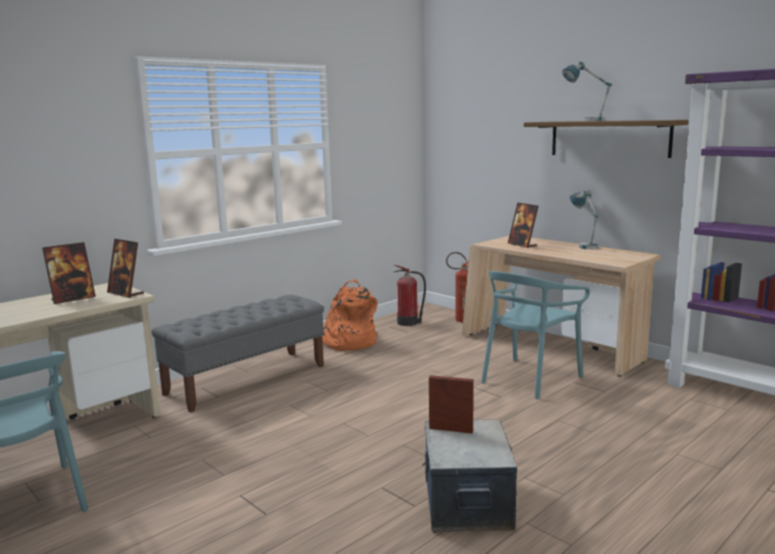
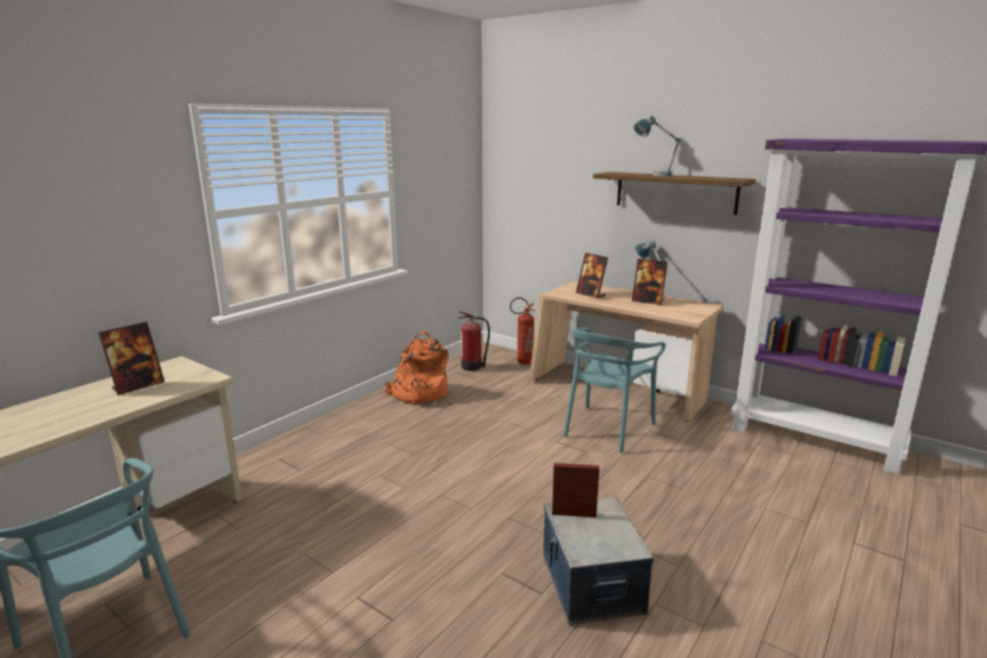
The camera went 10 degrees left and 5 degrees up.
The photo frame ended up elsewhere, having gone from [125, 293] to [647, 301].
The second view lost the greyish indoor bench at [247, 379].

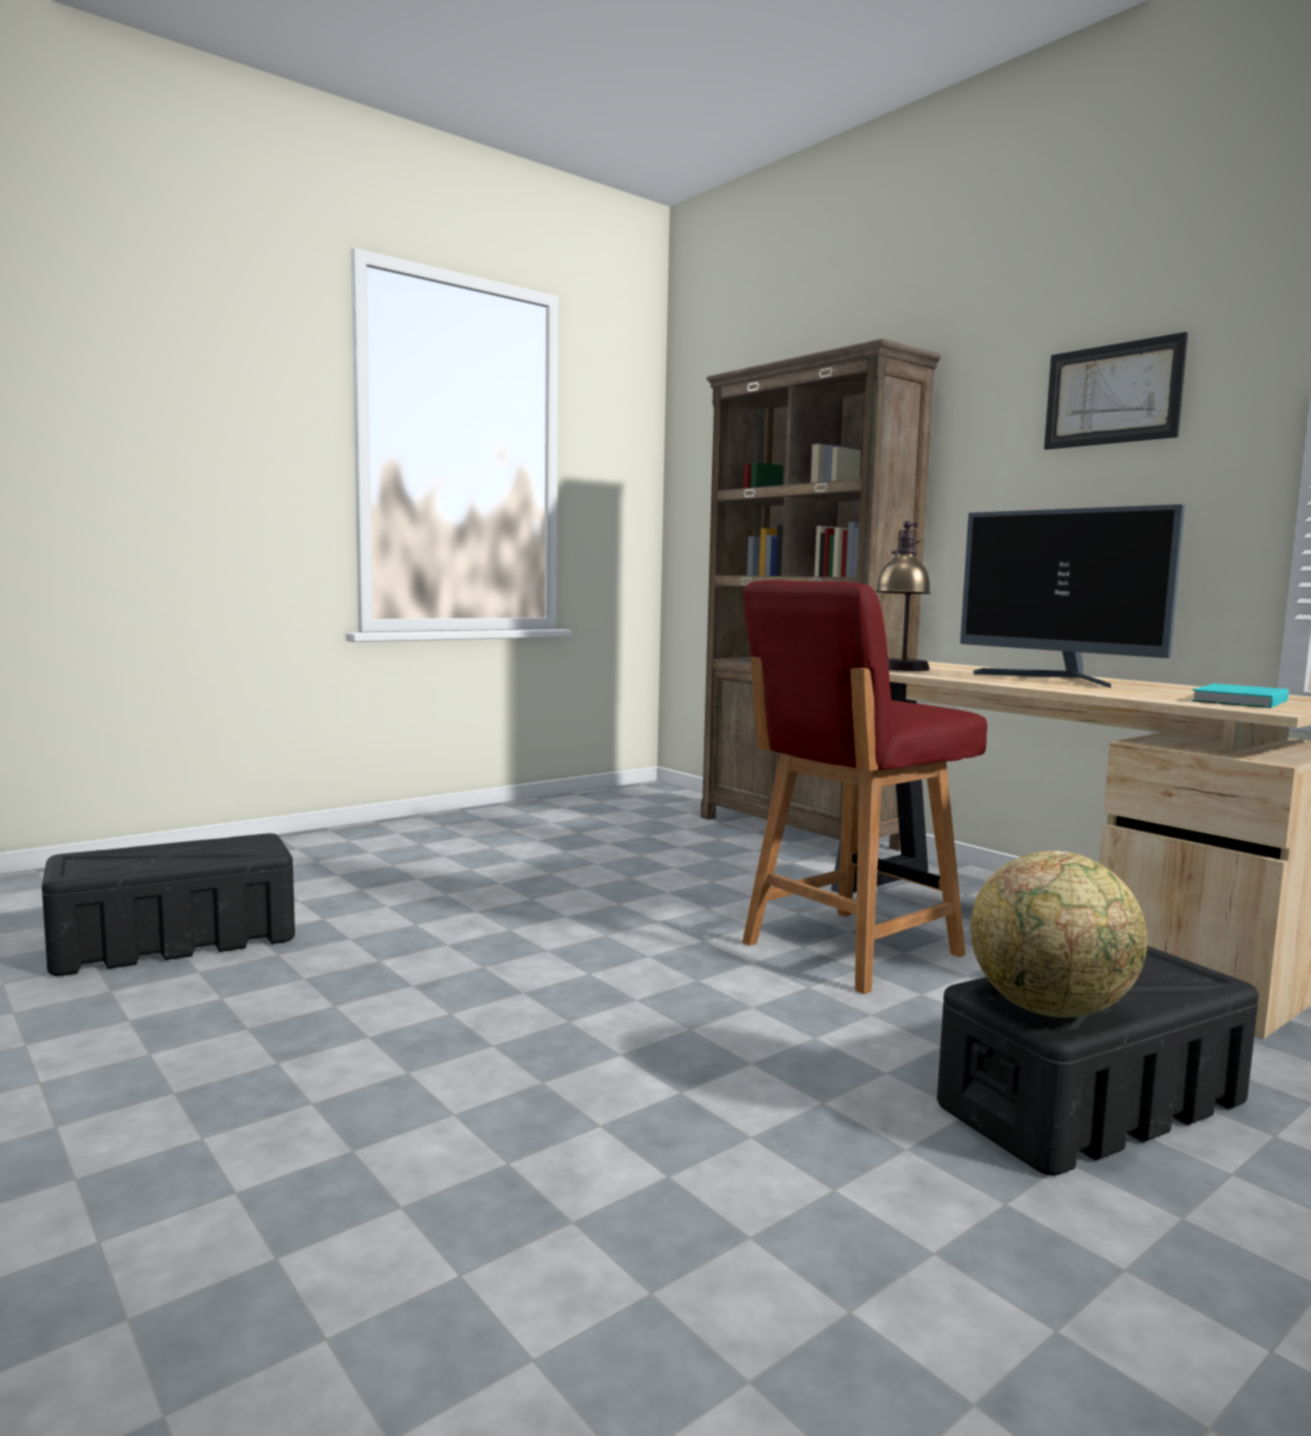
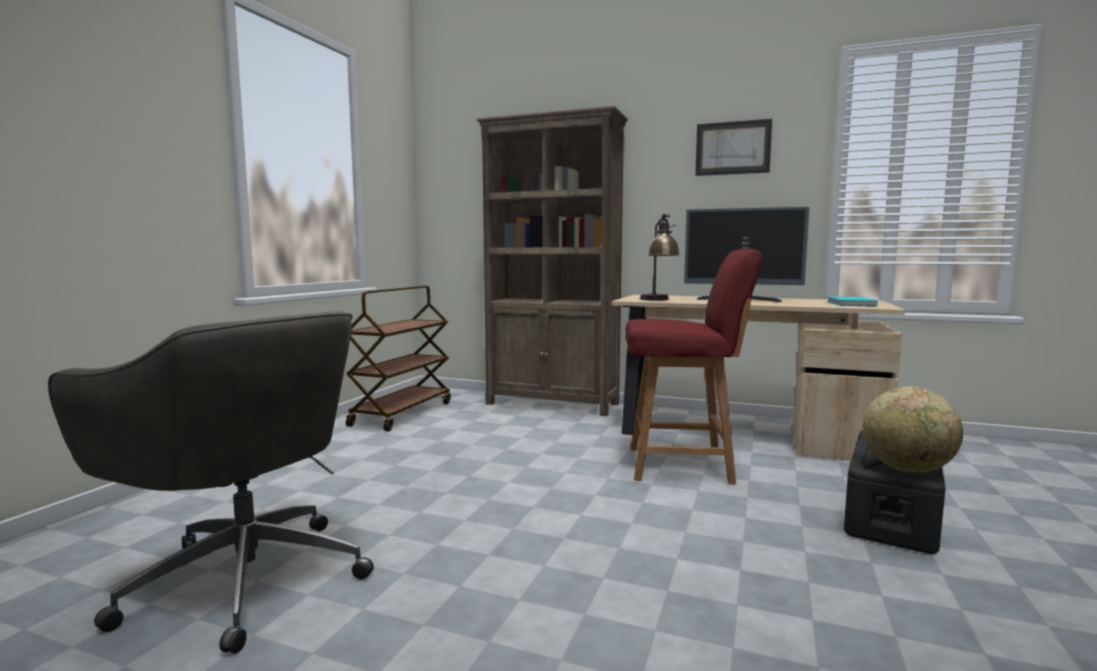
The camera went 30 degrees left and 0 degrees up.
Where the blackish storage container stood at [173, 942], the greyish office chair came to stand at [244, 577].
The second view gained the brownish wheeled cart at [402, 413].
The reddish chair at [848, 950] ended up facing another way, 105 degrees counterclockwise from before.

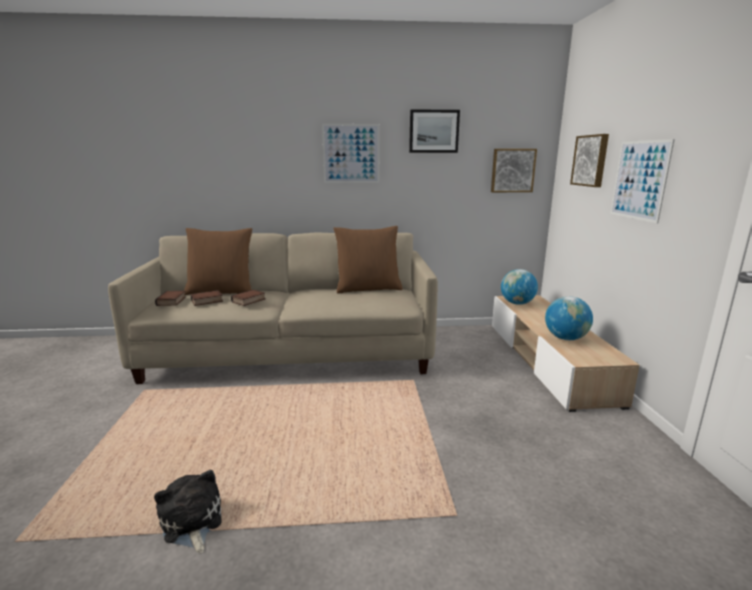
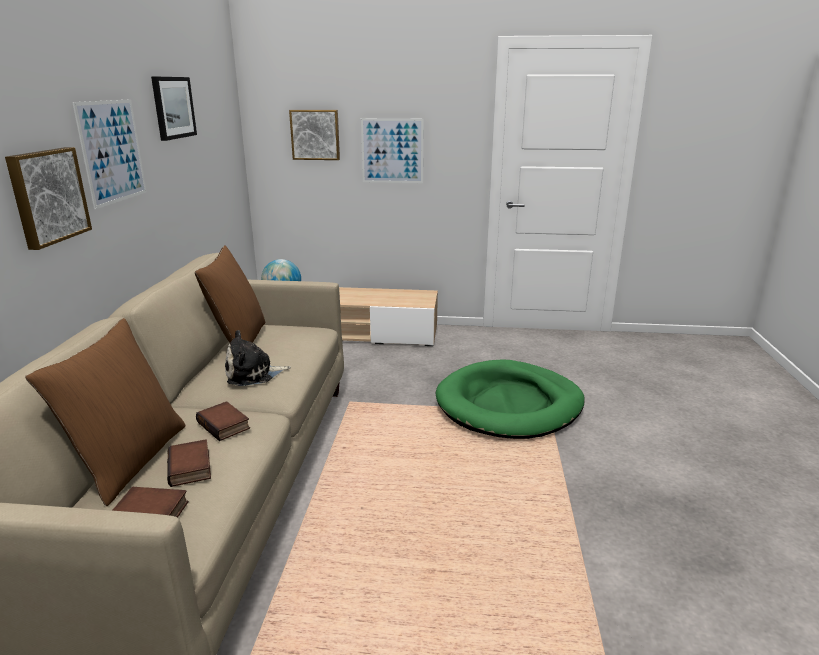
The camera went 80 degrees left and 5 degrees up.
The wall art ended up elsewhere, having gone from [512, 170] to [47, 196].
The plush toy ended up elsewhere, having gone from [191, 522] to [253, 374].
The second view gained the greenish dog cushion at [509, 404].
The second view lost the globe at [565, 338].

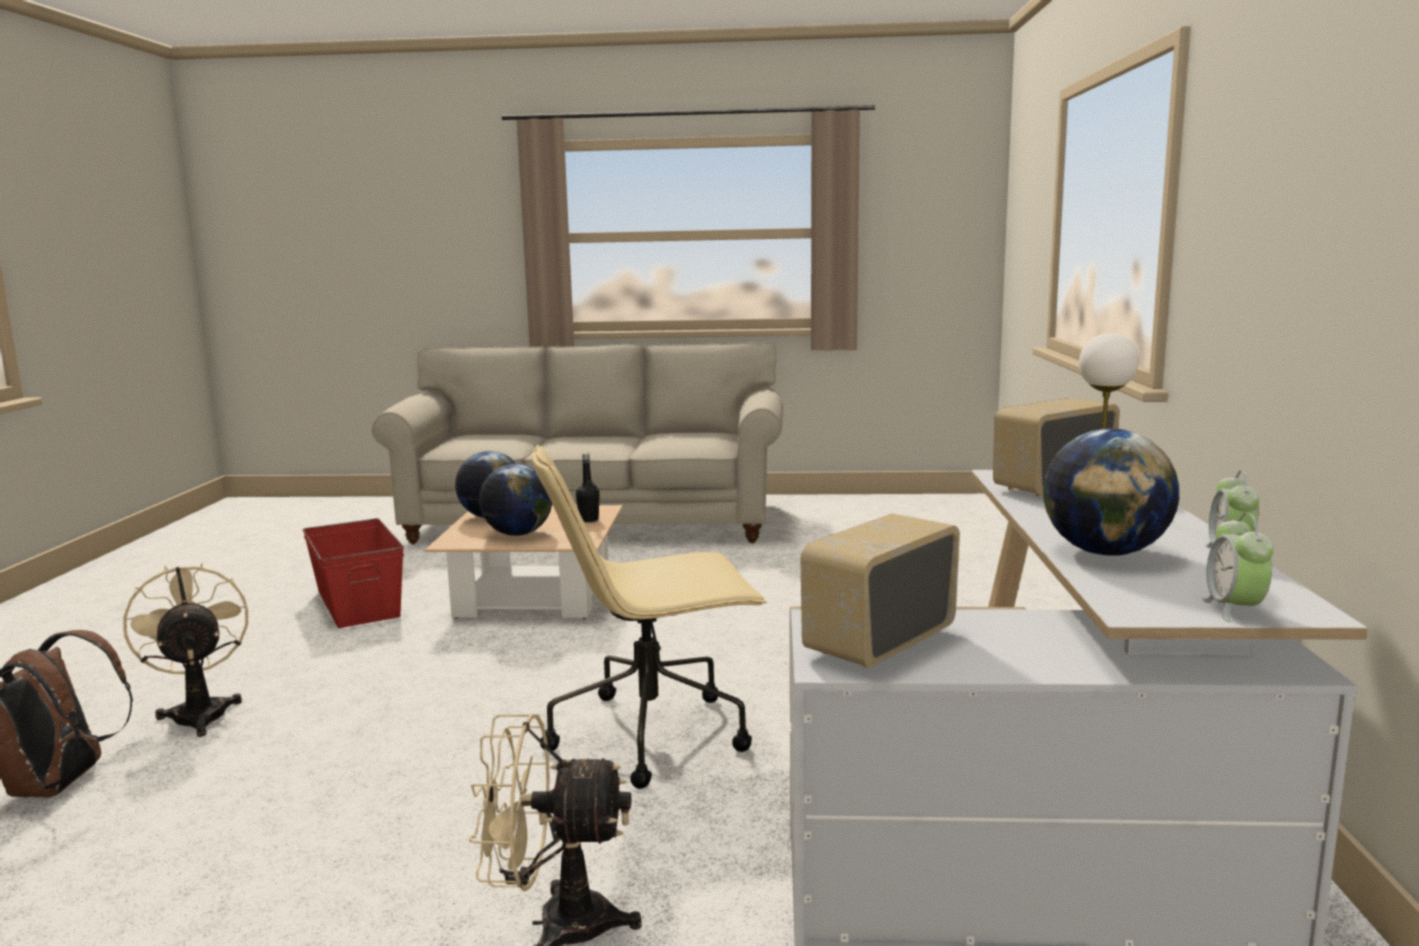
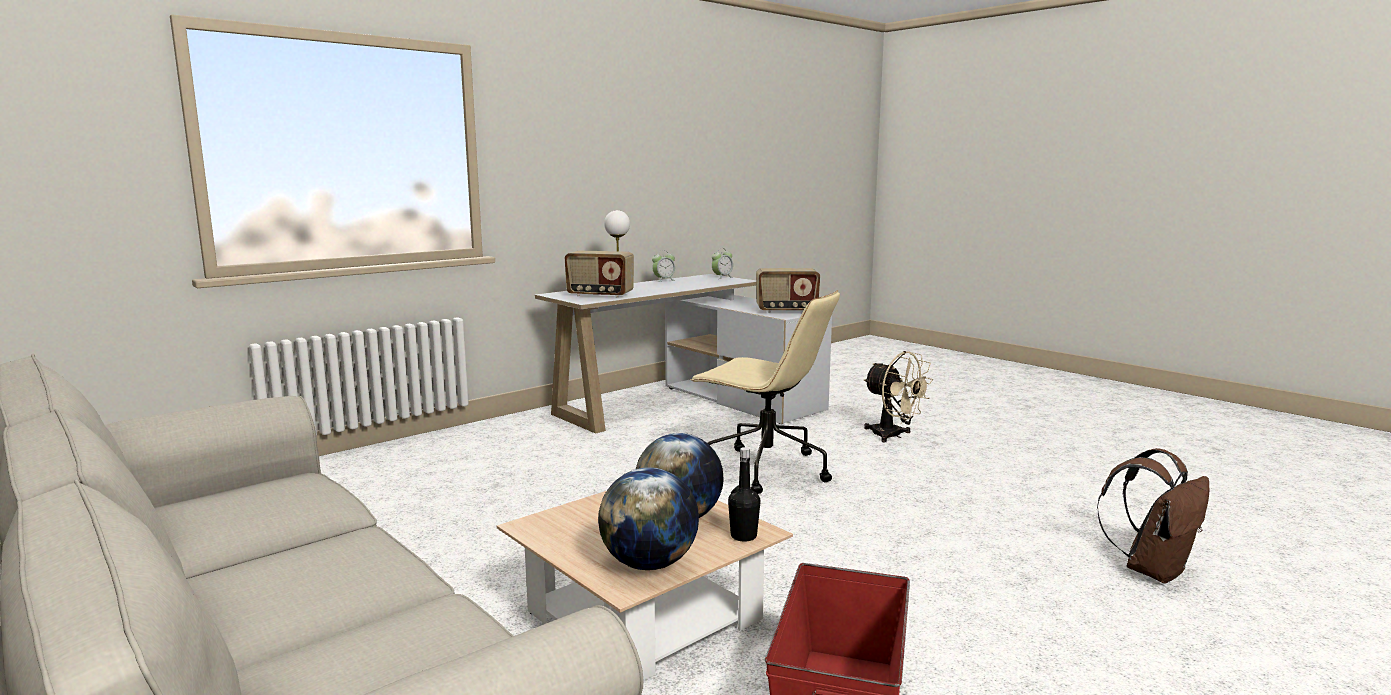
The camera went 135 degrees left and 0 degrees up.
The blackish bottle ended up elsewhere, having gone from [588, 520] to [743, 536].
The second view lost the beige-coloured cooling fan at [200, 712].
The second view lost the globe at [1105, 552].

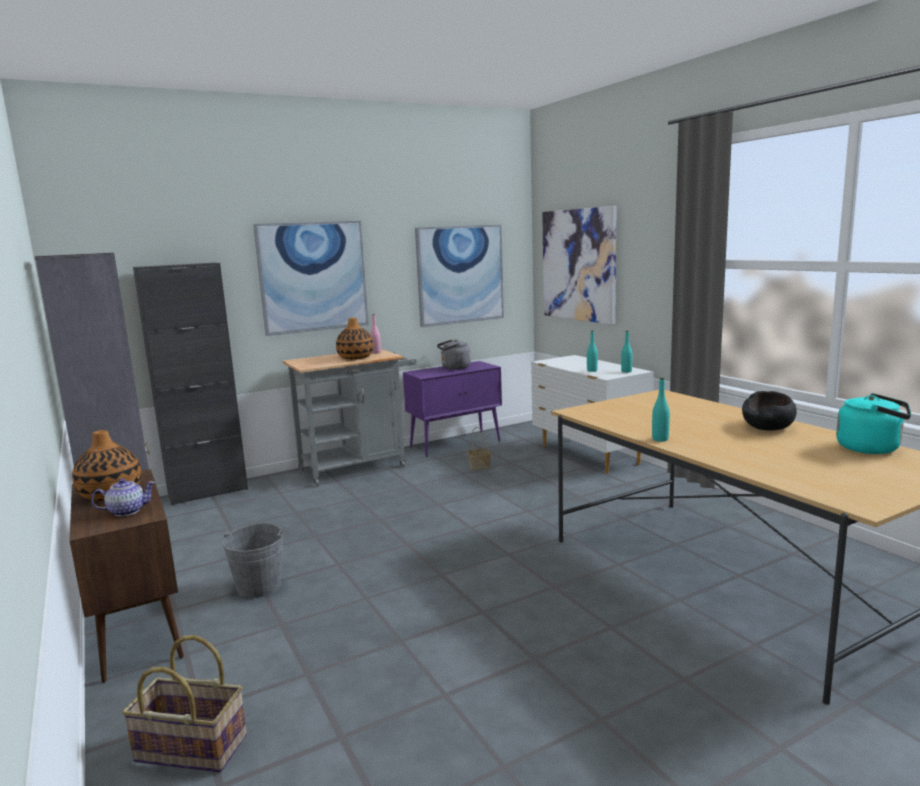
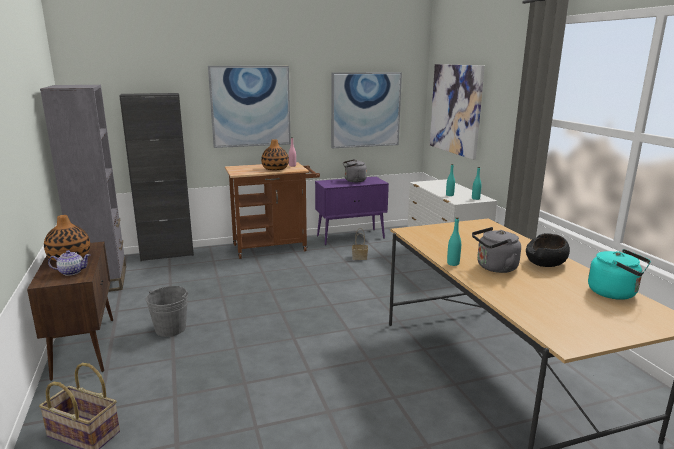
The camera went 10 degrees right and 5 degrees up.
What was the greyish wheeled cart at [358, 466] turned into the brownish wheeled cart at [274, 247].
The second view gained the greyish water kettle at [494, 268].

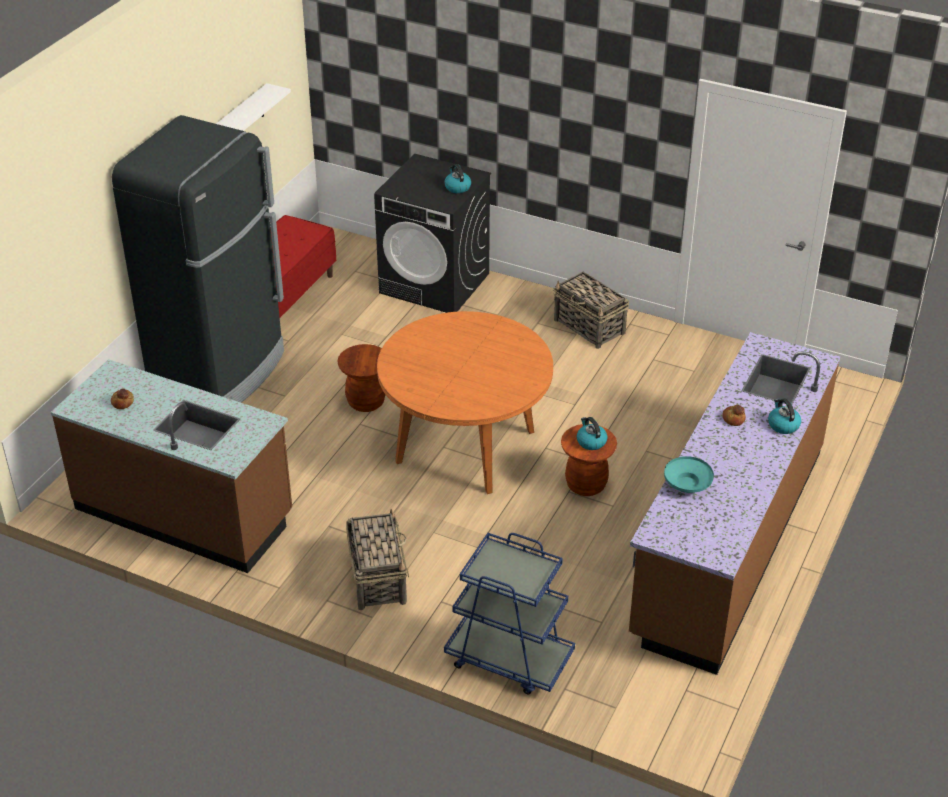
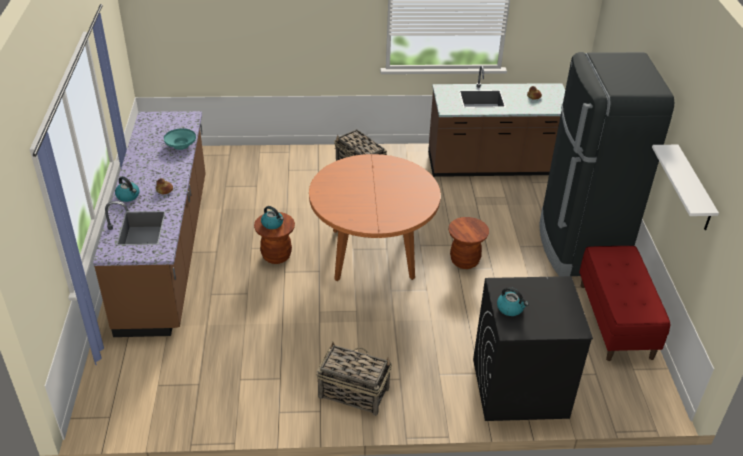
The camera went 150 degrees right and 0 degrees up.
The second view lost the bluish wheeled cart at [508, 659].

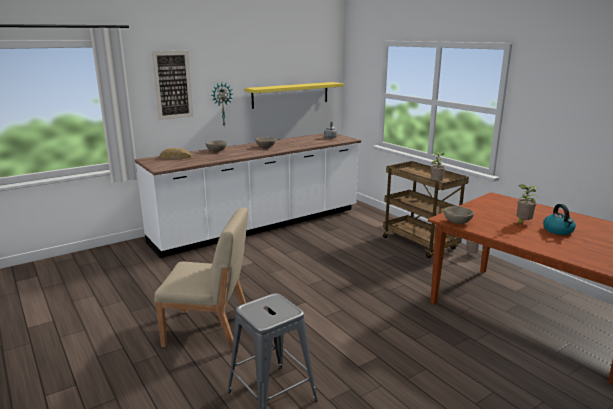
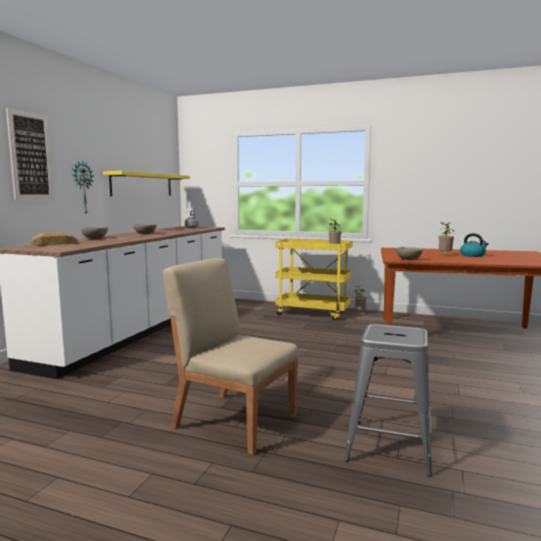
The camera went 35 degrees left and 10 degrees down.
The beige-coloured chair at [209, 330] ended up facing another way, 120 degrees counterclockwise from before.
What was the brownish wheeled cart at [420, 244] turned into the yellowish wheeled cart at [313, 313].

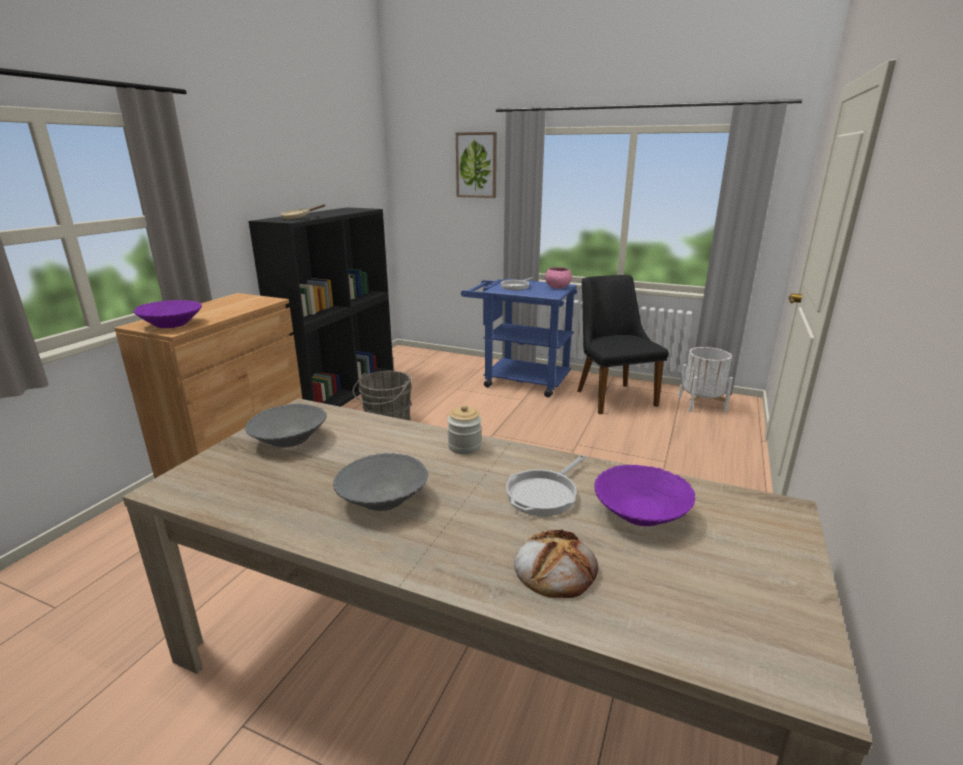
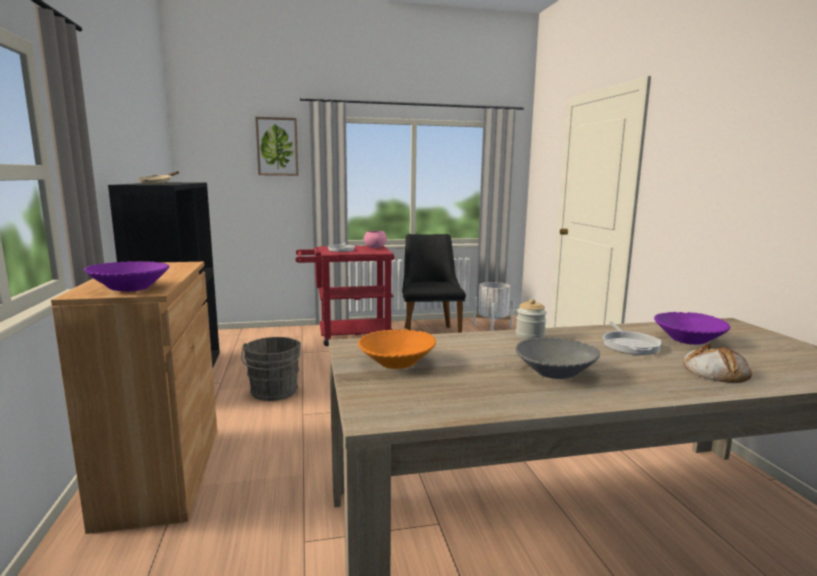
The camera went 35 degrees left and 10 degrees down.
What was the bluish wheeled cart at [518, 380] turned into the reddish wheeled cart at [347, 336].
What was the greyish bowl at [289, 440] turned into the orange bowl at [397, 363].
The blackish chair at [611, 395] ended up facing another way, 45 degrees clockwise from before.

